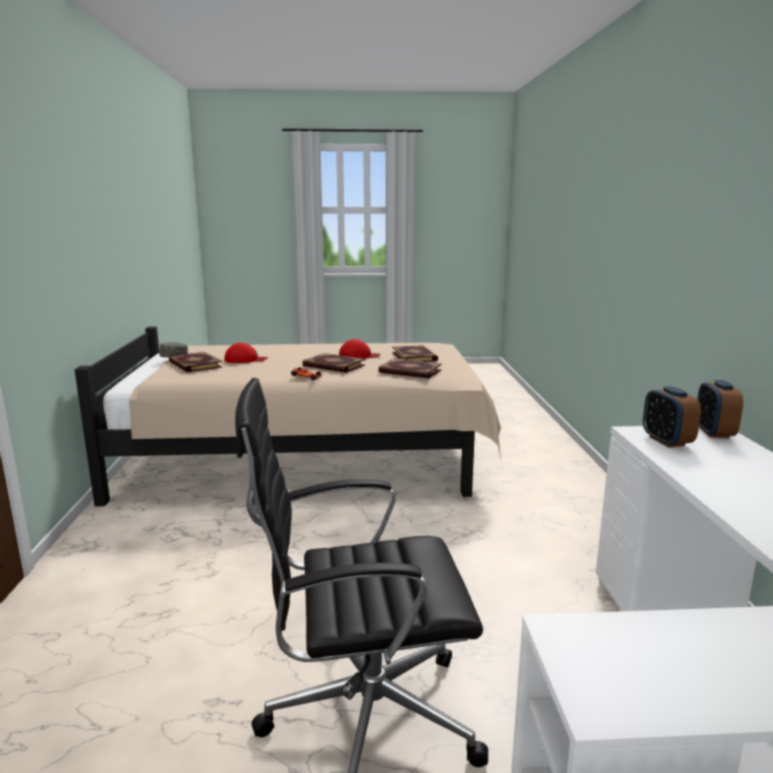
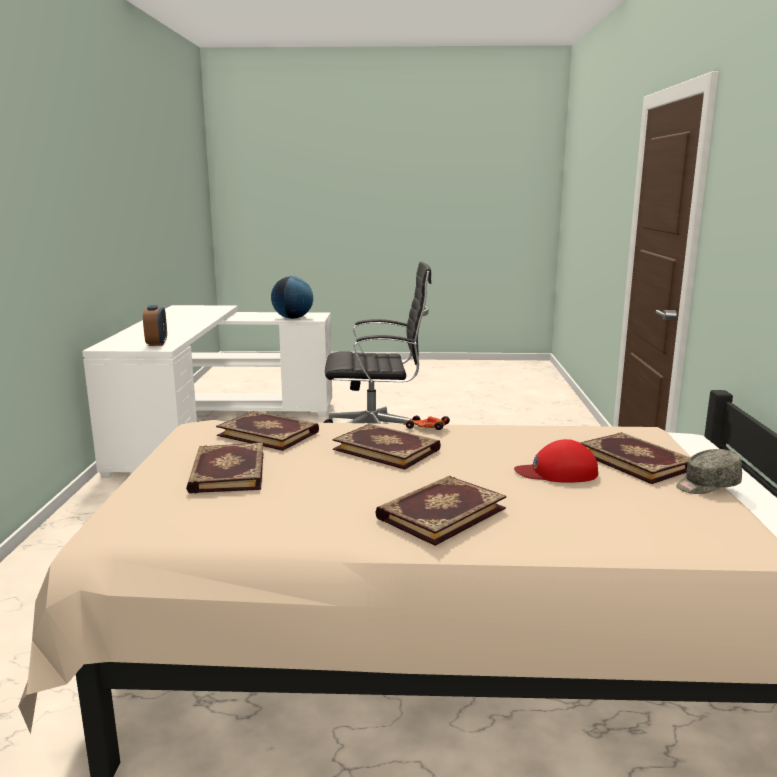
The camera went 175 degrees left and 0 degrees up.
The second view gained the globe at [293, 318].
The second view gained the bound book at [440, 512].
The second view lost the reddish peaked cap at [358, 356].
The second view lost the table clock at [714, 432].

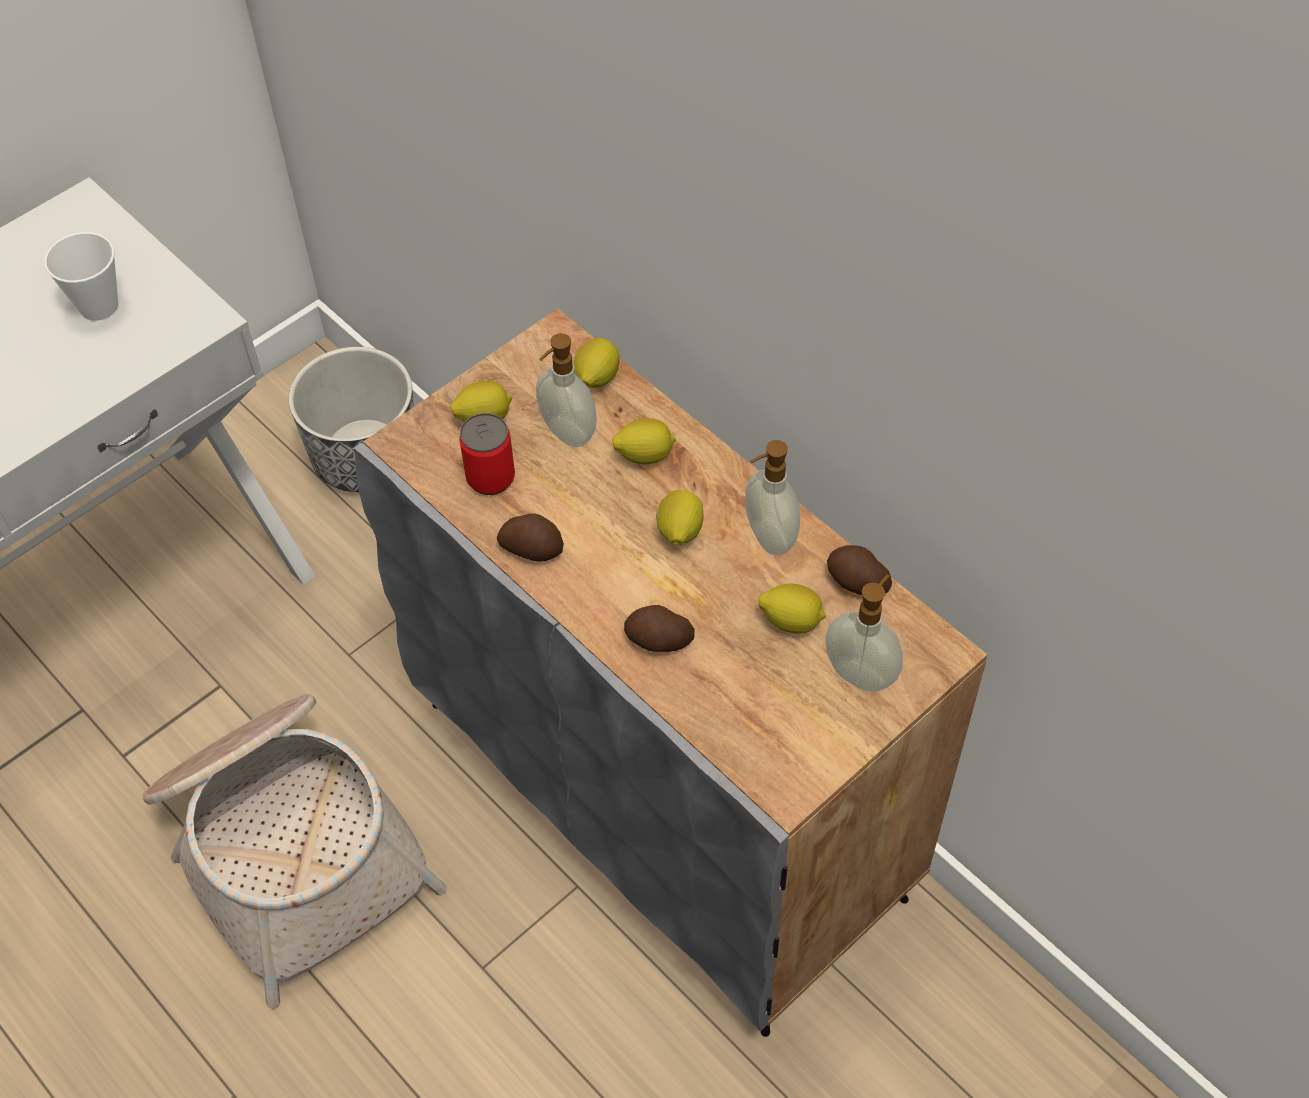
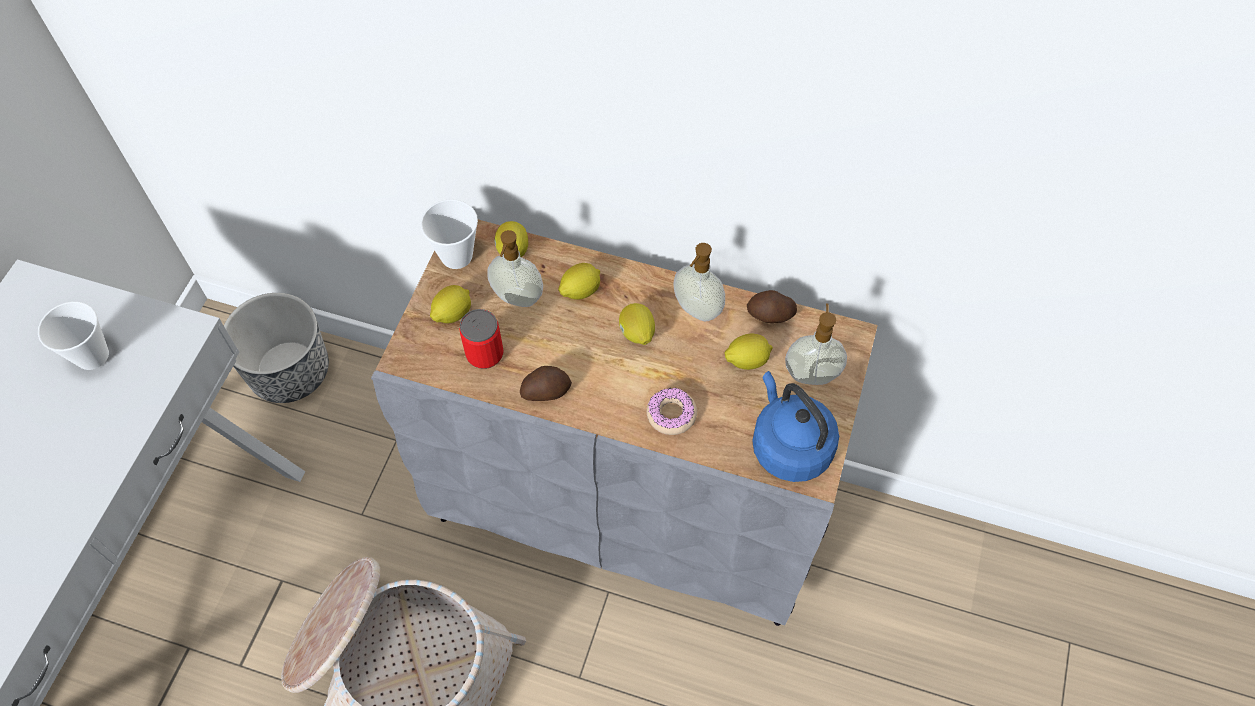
The camera went 30 degrees left and 5 degrees up.
The second view gained the small cup at [456, 256].
Where the spud stood at [659, 640], the ring doughnut came to stand at [671, 414].
The second view gained the bluish water kettle at [788, 445].

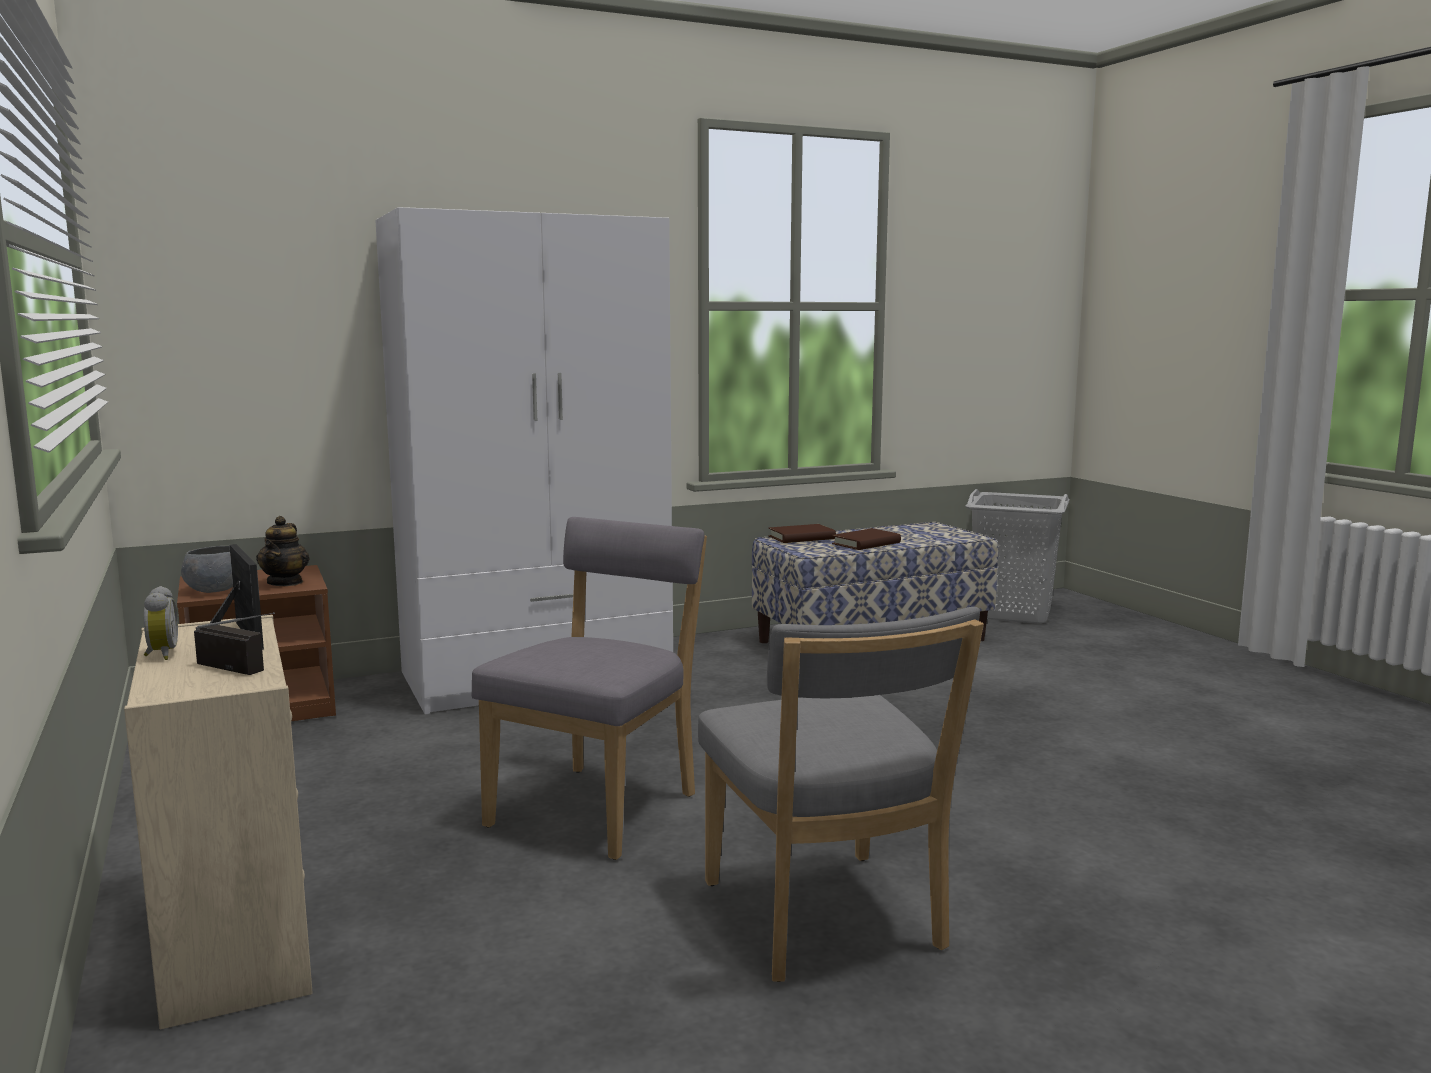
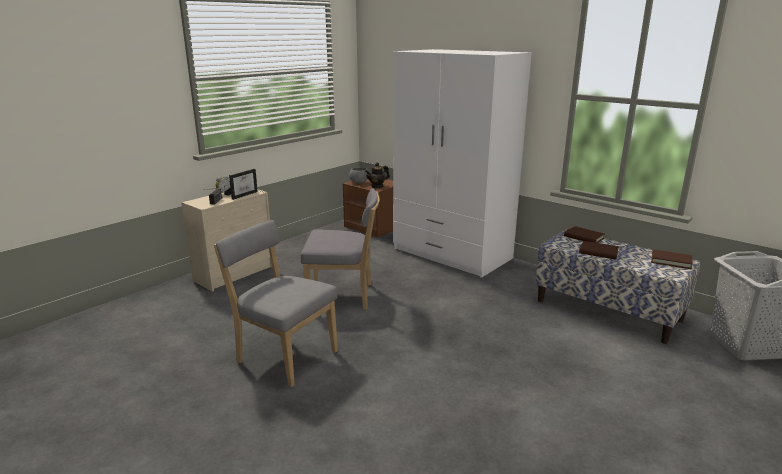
The camera went 65 degrees right and 10 degrees up.
The greyish chair at [826, 922] ended up facing another way, 75 degrees clockwise from before.
The second view gained the brownish bound book at [671, 261].

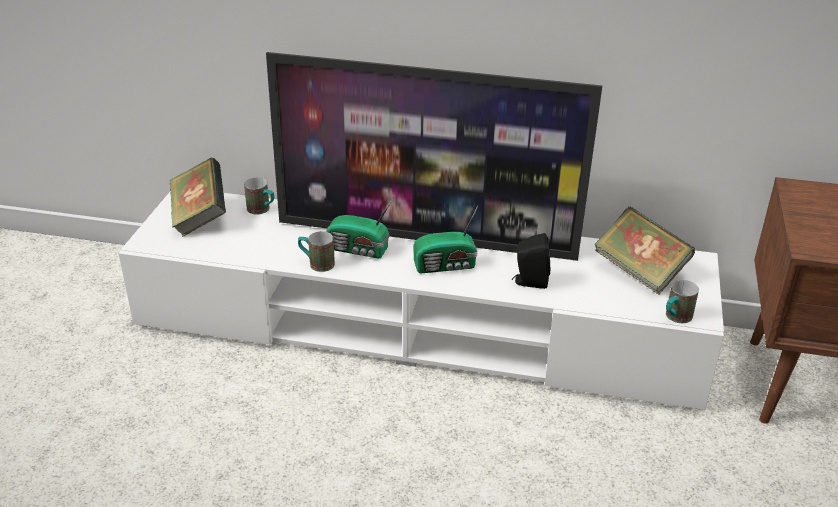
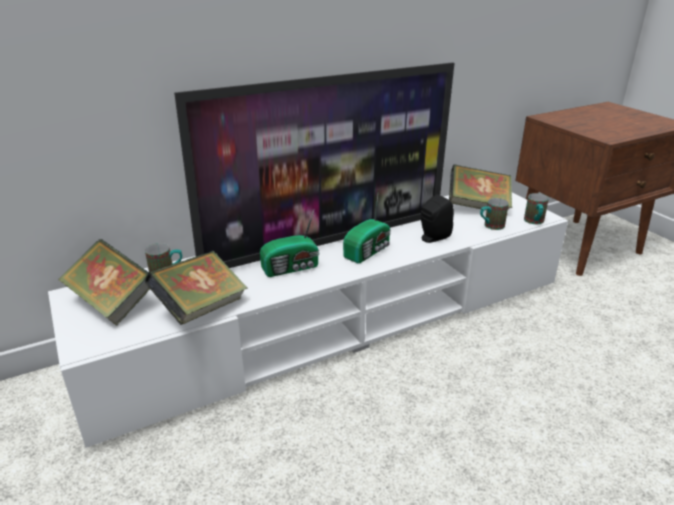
The camera went 40 degrees left and 5 degrees down.
The second view gained the bound book at [201, 308].
The tea mug ended up elsewhere, having gone from [316, 263] to [490, 226].

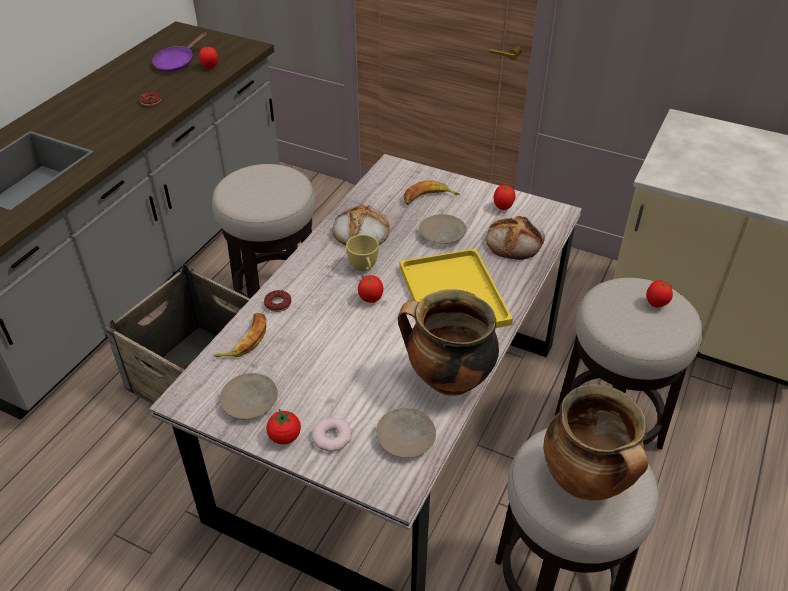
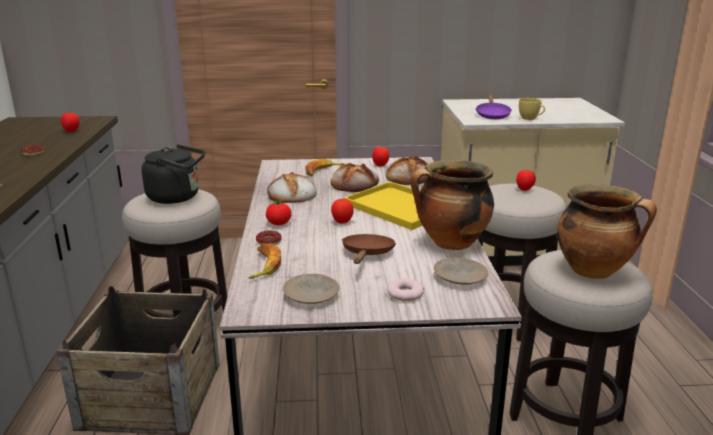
The camera went 30 degrees left and 20 degrees down.
The second view gained the blackish water kettle at [177, 197].
The tomato ended up elsewhere, having gone from [285, 437] to [279, 224].
Where the beige-coloured flat dish stood at [443, 234], the bakery bread came to stand at [355, 184].
The second view gained the brownish frying pan at [367, 254].
The purple frying pan ended up elsewhere, having gone from [177, 63] to [492, 115].
The yellowish small cup ended up elsewhere, having gone from [364, 268] to [530, 119].

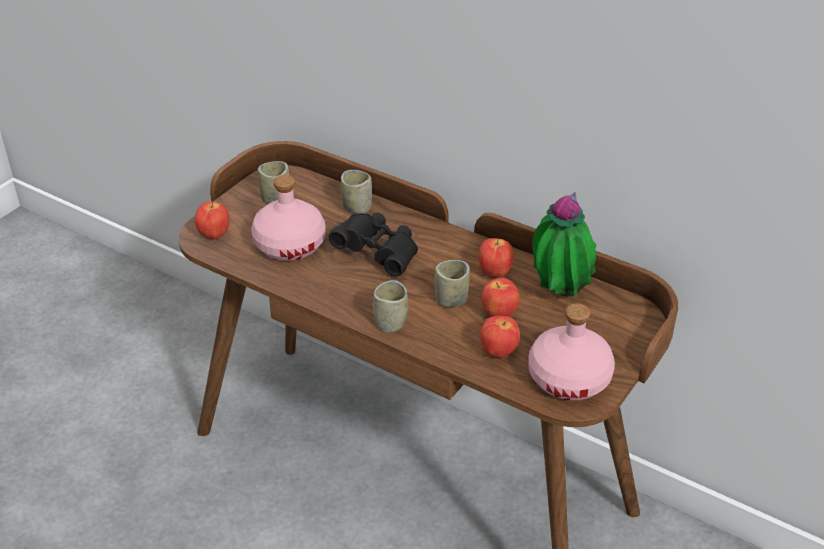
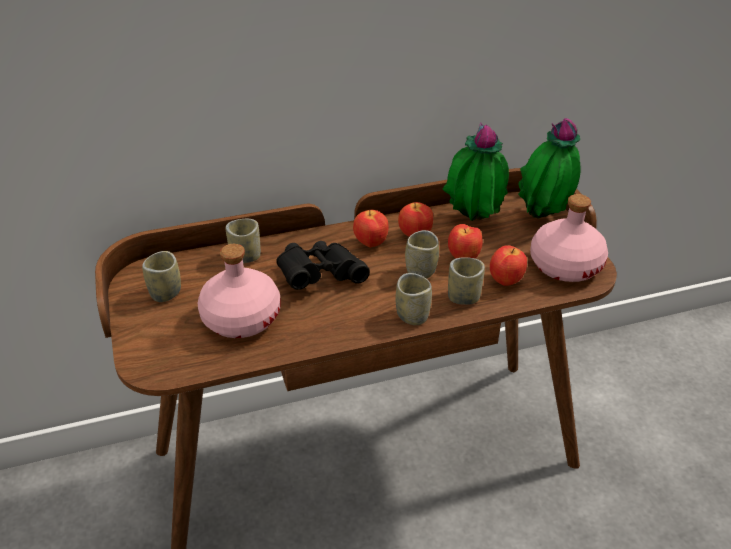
The camera went 50 degrees left and 0 degrees up.
The whole apple ended up elsewhere, having gone from [214, 235] to [370, 243].
The second view gained the small cup at [463, 297].
The second view gained the houseplant at [543, 218].

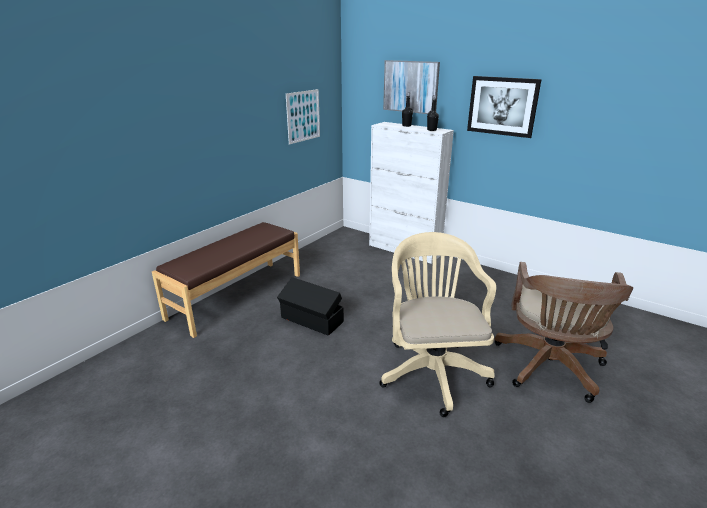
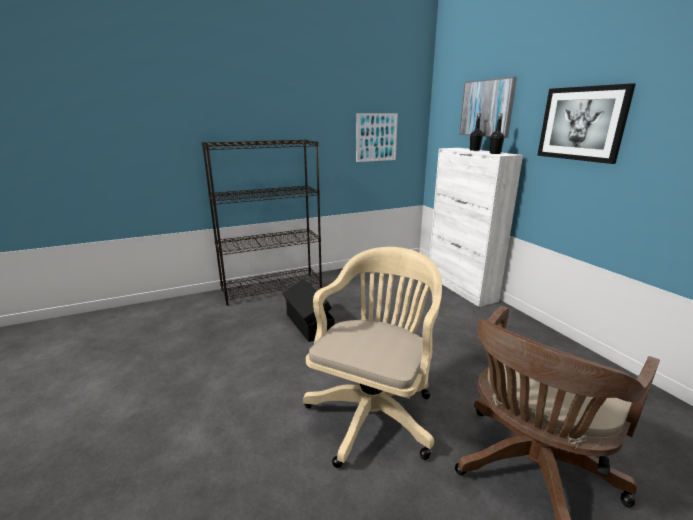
The camera went 30 degrees right and 5 degrees down.
Where the brownish indoor bench stood at [236, 295], the blackish shelving unit came to stand at [272, 288].

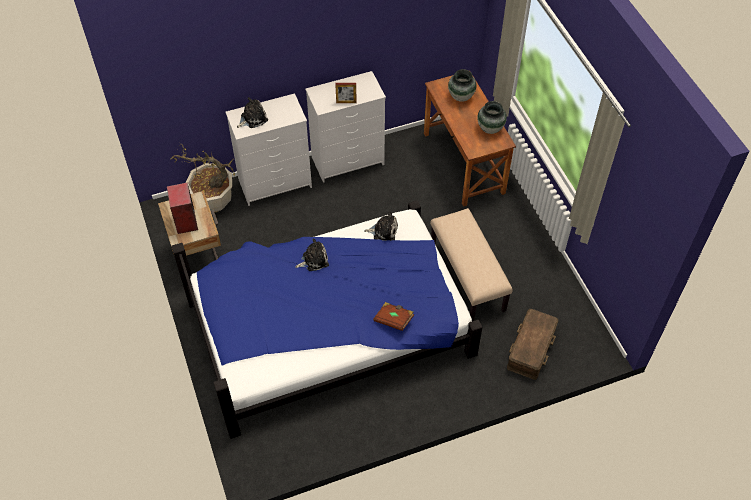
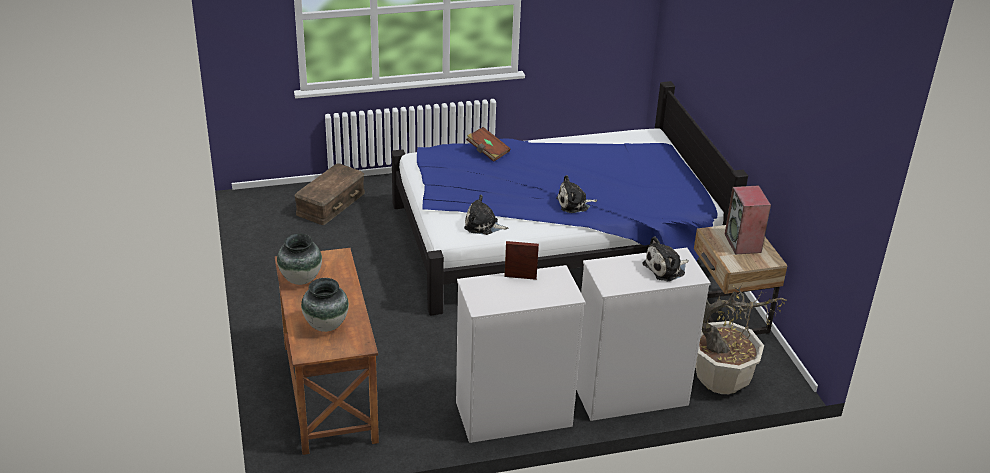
The camera went 175 degrees left and 20 degrees down.
The second view lost the beige-coloured indoor bench at [466, 277].

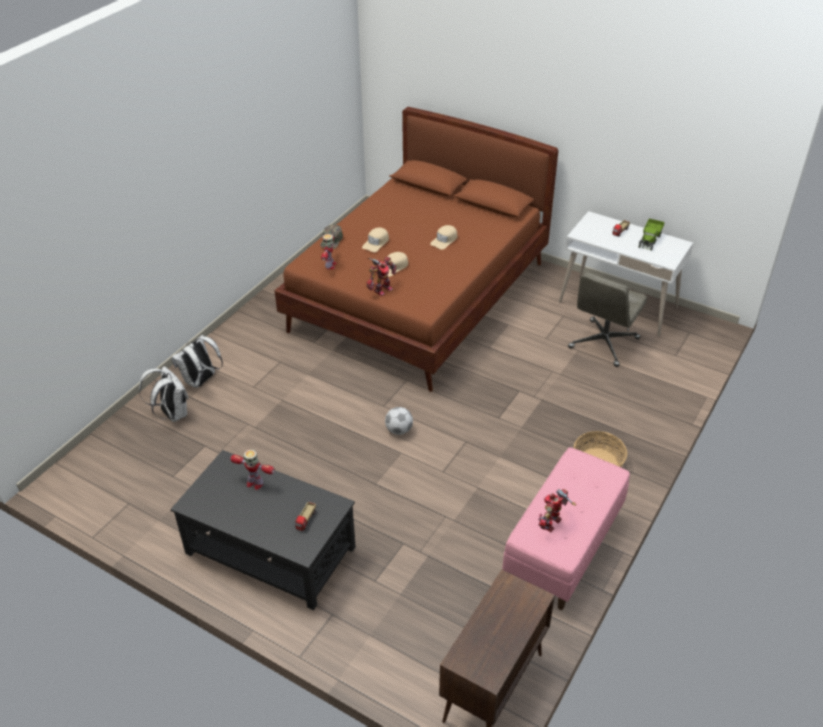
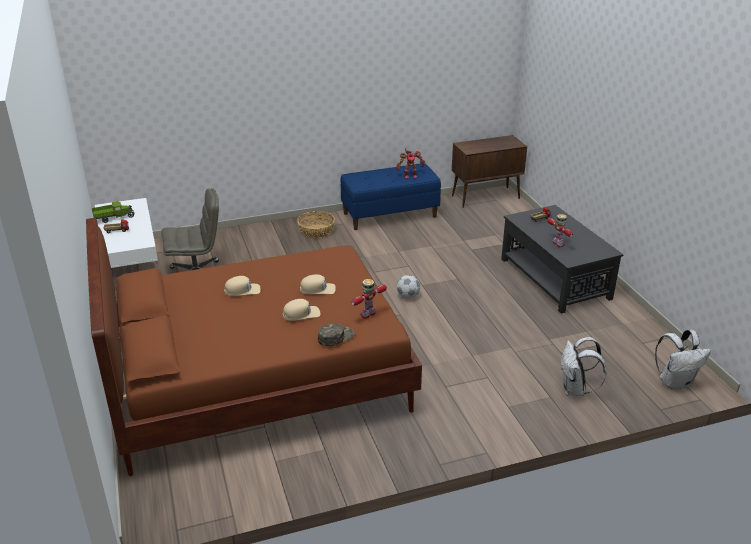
The camera went 140 degrees left and 10 degrees down.
What was the pinkish indoor bench at [563, 548] turned into the bluish indoor bench at [390, 215].
The white backpack ended up elsewhere, having gone from [201, 381] to [675, 382].
The second view lost the model robot at [382, 289].

